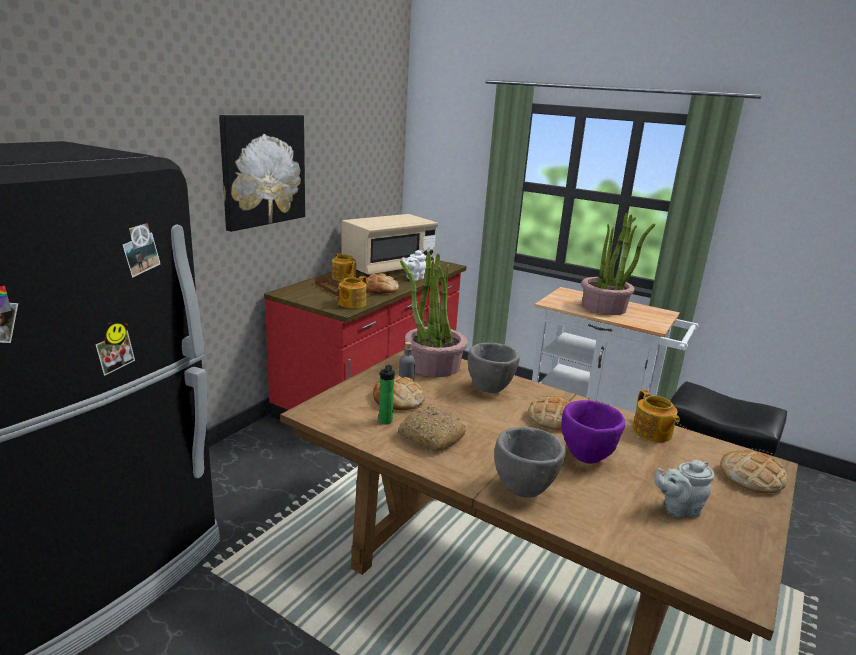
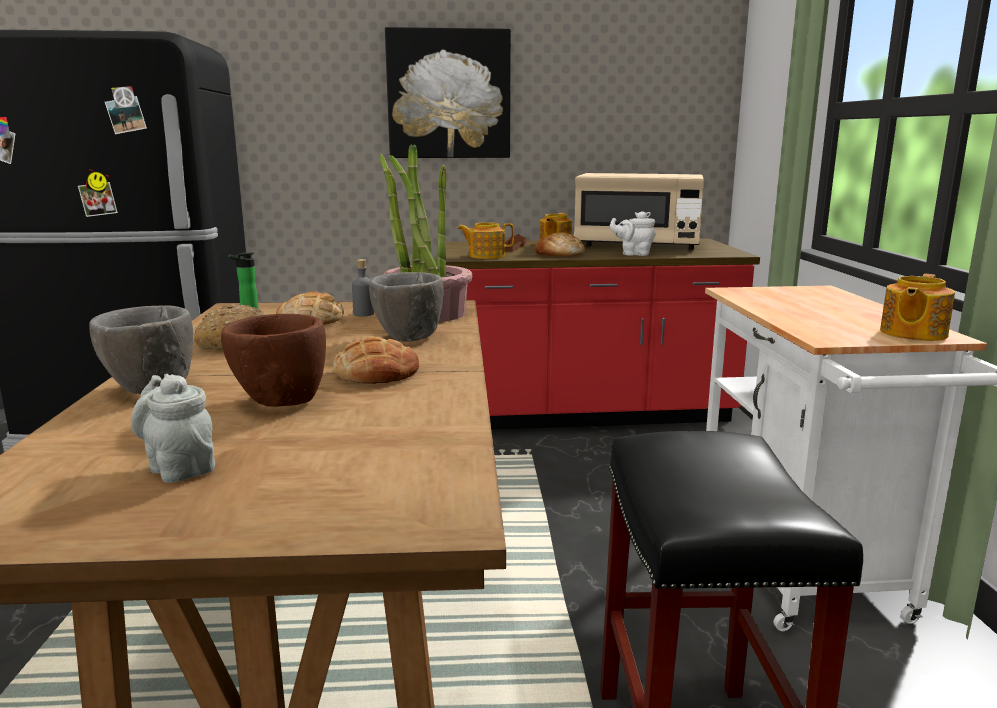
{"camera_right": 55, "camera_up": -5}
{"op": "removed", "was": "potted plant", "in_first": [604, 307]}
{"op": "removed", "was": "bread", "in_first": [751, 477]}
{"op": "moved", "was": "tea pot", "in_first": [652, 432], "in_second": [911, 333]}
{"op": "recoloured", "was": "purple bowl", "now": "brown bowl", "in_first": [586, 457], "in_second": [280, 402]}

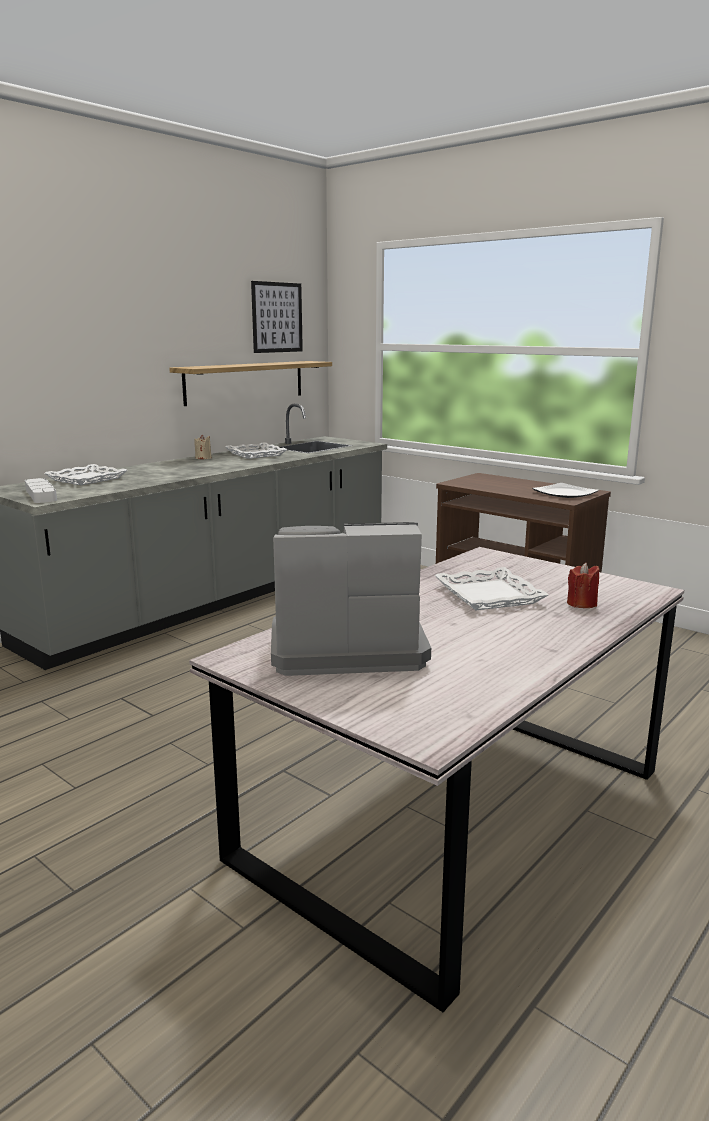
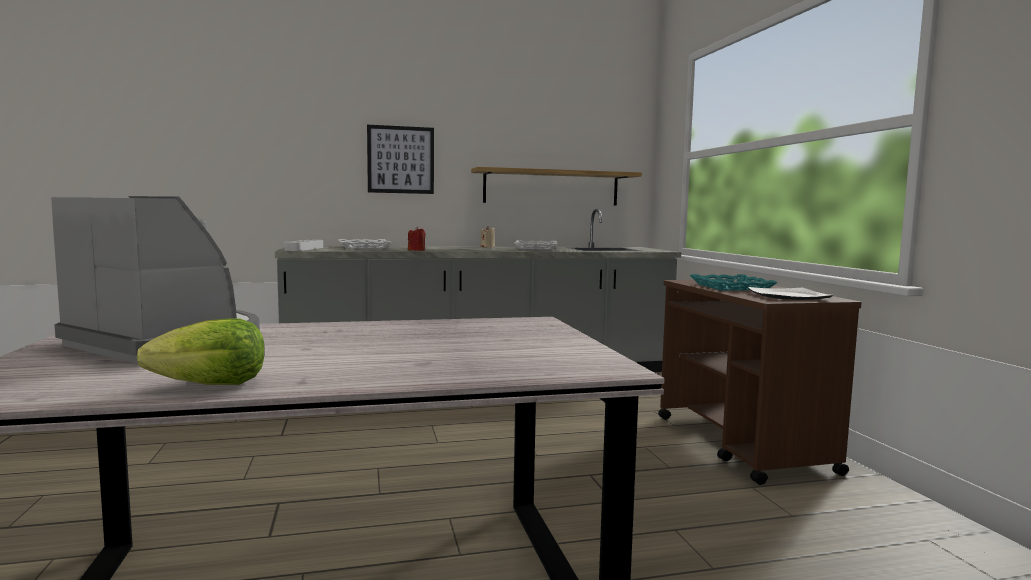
{"camera_right": 35, "camera_up": -10}
{"op": "removed", "was": "whitish carrying tray", "in_first": [489, 595]}
{"op": "added", "now": "head of lettuce", "in_second": [212, 385]}
{"op": "added", "now": "turquoise carrying tray", "in_second": [731, 287]}
{"op": "moved", "was": "picture", "in_first": [277, 317], "in_second": [400, 160]}
{"op": "moved", "was": "reddish candle", "in_first": [581, 604], "in_second": [416, 250]}

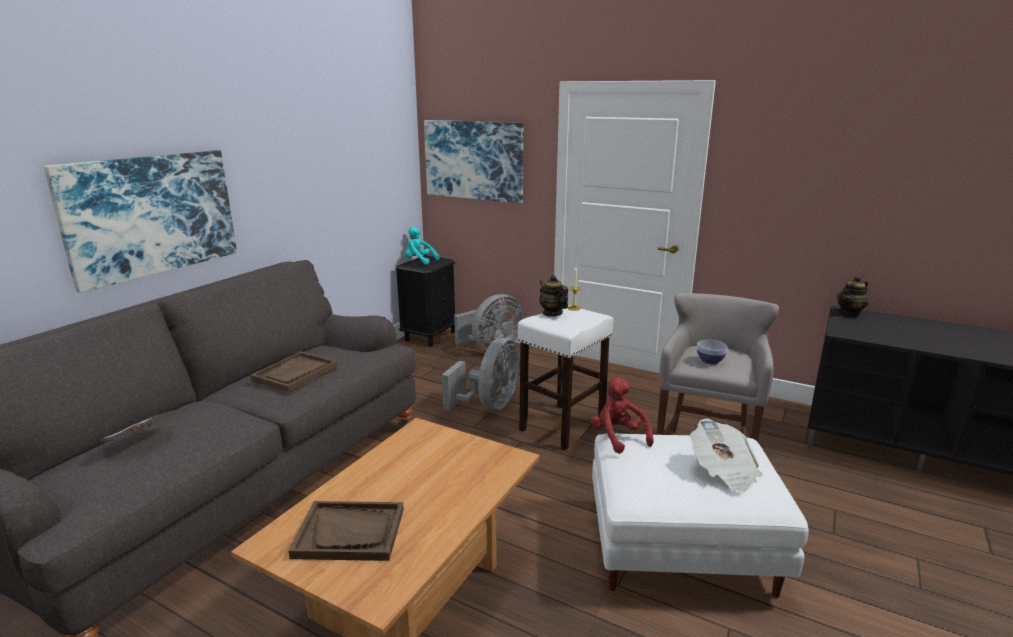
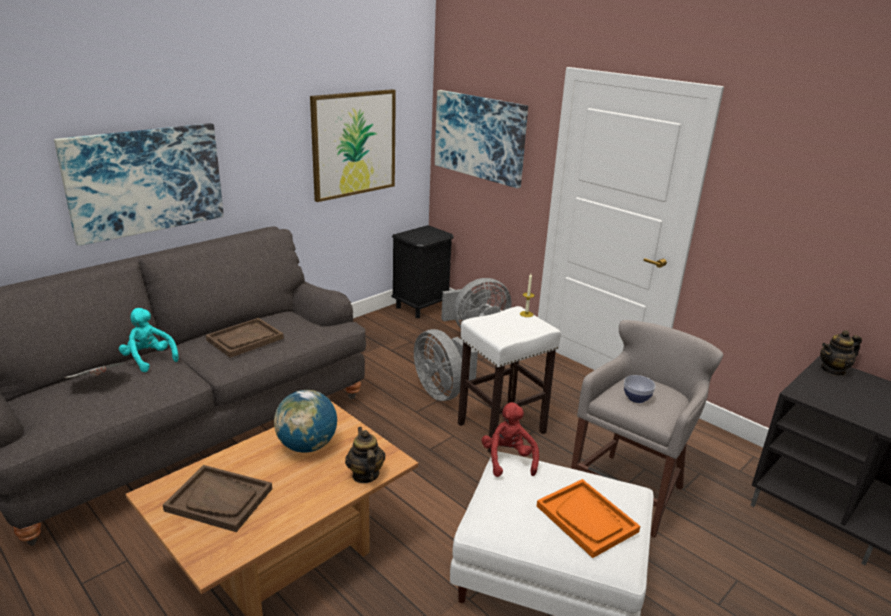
{"camera_right": 15, "camera_up": 5}
{"op": "added", "now": "globe", "in_second": [307, 446]}
{"op": "added", "now": "picture", "in_second": [354, 144]}
{"op": "moved", "was": "turquoise soft toy", "in_first": [419, 261], "in_second": [149, 359]}
{"op": "moved", "was": "tea pot", "in_first": [552, 313], "in_second": [365, 475]}
{"op": "replaced", "was": "printed paper", "now": "orangey carrying tray", "in_first": [723, 472], "in_second": [587, 519]}
{"op": "turned", "was": "grey cooling fan", "in_first": [490, 405], "in_second": [442, 392], "clockwise": 105}

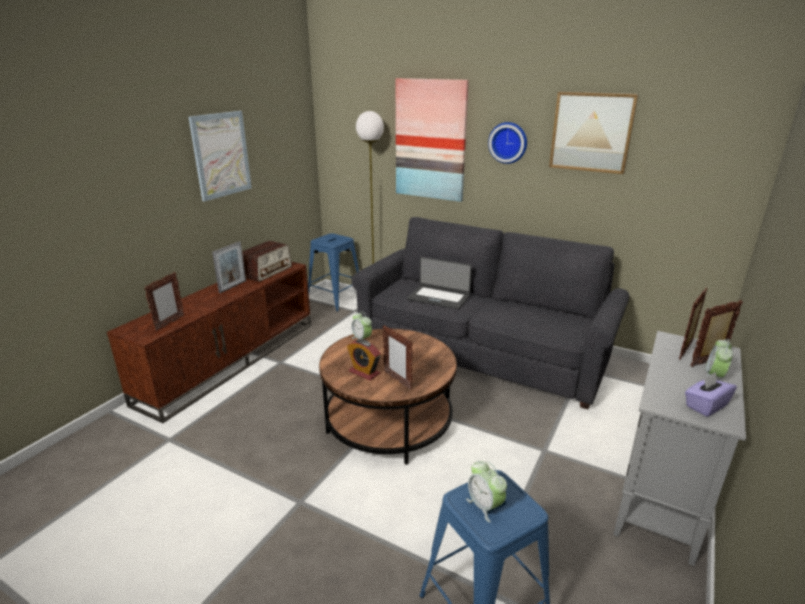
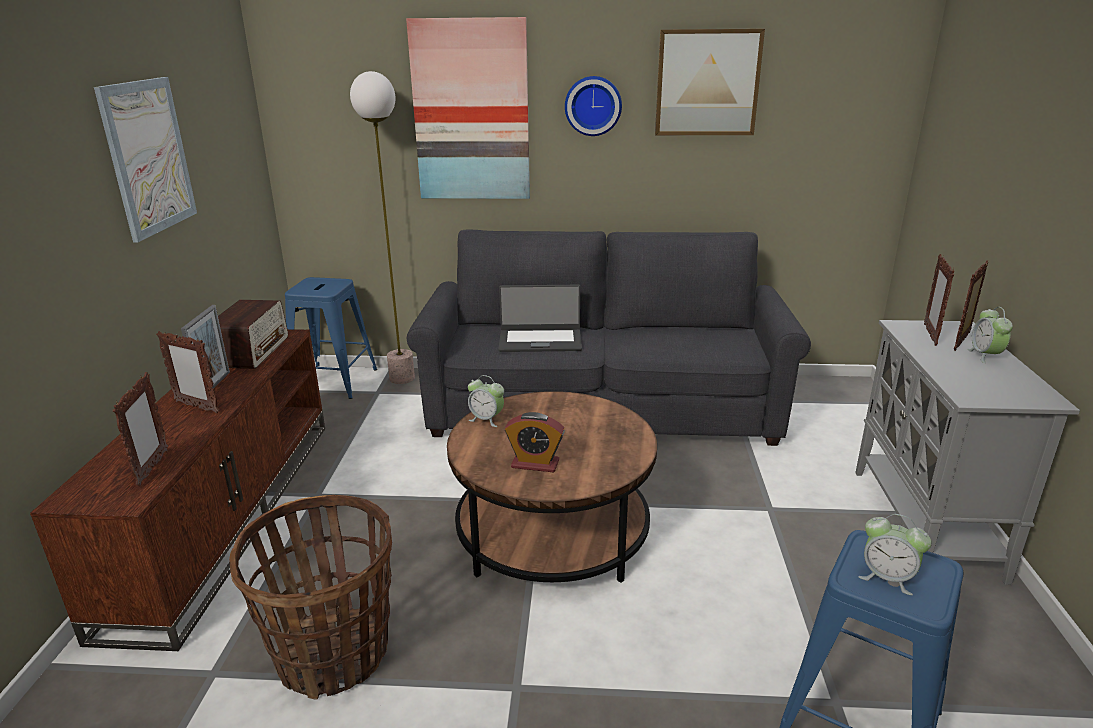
{"camera_right": -25, "camera_up": 0}
{"op": "removed", "was": "purple box of tissues", "in_first": [705, 405]}
{"op": "added", "now": "storage basket", "in_second": [333, 654]}
{"op": "moved", "was": "standing frame", "in_first": [397, 380], "in_second": [197, 407]}

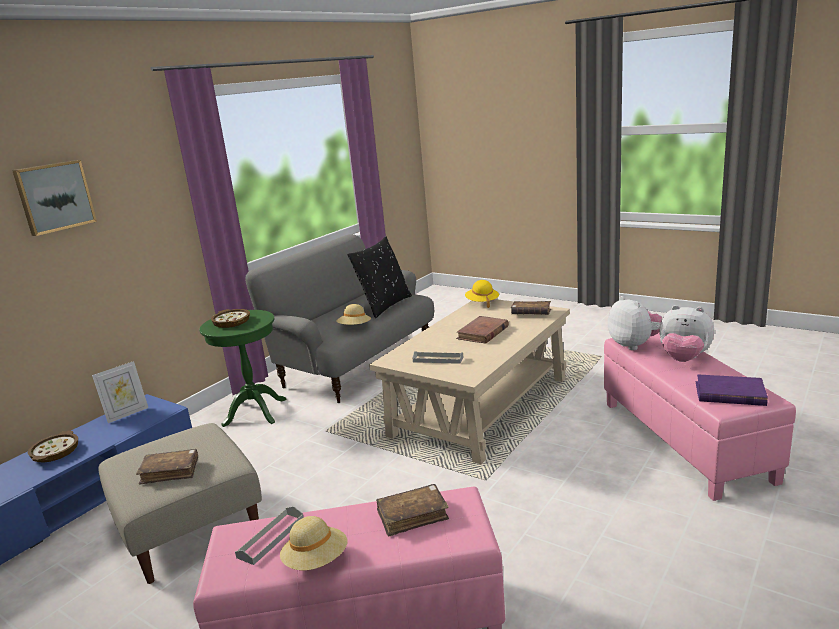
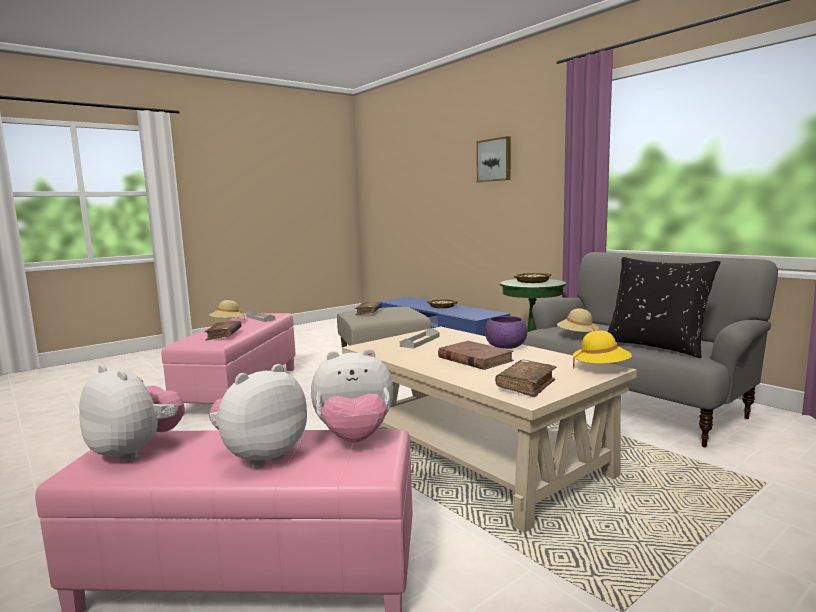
{"camera_right": 105, "camera_up": -10}
{"op": "removed", "was": "standing frame", "in_first": [127, 414]}
{"op": "added", "now": "purple bowl", "in_second": [505, 347]}
{"op": "replaced", "was": "purple bound book", "now": "soft toy", "in_first": [729, 394], "in_second": [136, 451]}

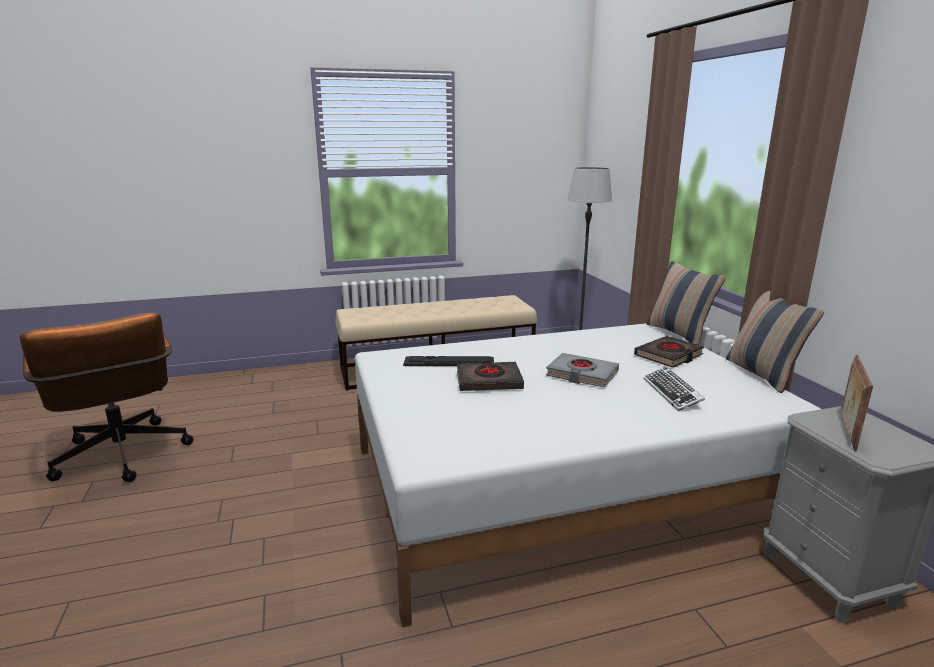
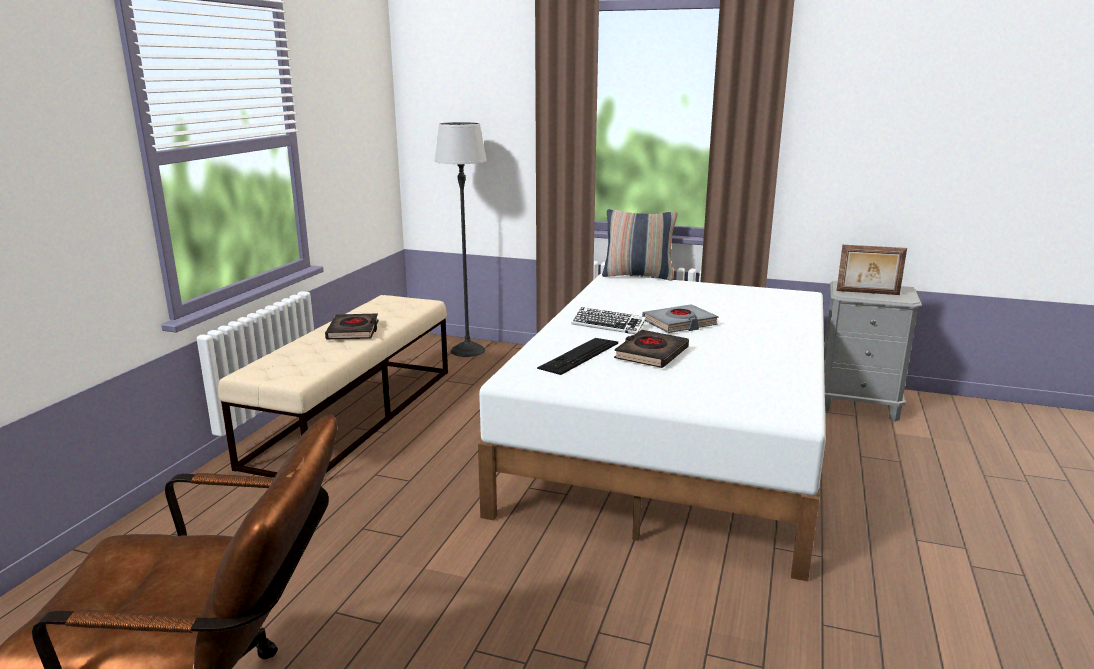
{"camera_right": -55, "camera_up": 0}
{"op": "removed", "was": "cushion", "in_first": [763, 374]}
{"op": "moved", "was": "black-coloured bound book", "in_first": [668, 356], "in_second": [353, 331]}
{"op": "moved", "was": "PC keyboard", "in_first": [672, 393], "in_second": [608, 325]}
{"op": "turned", "was": "standing frame", "in_first": [846, 431], "in_second": [867, 293], "clockwise": -45}

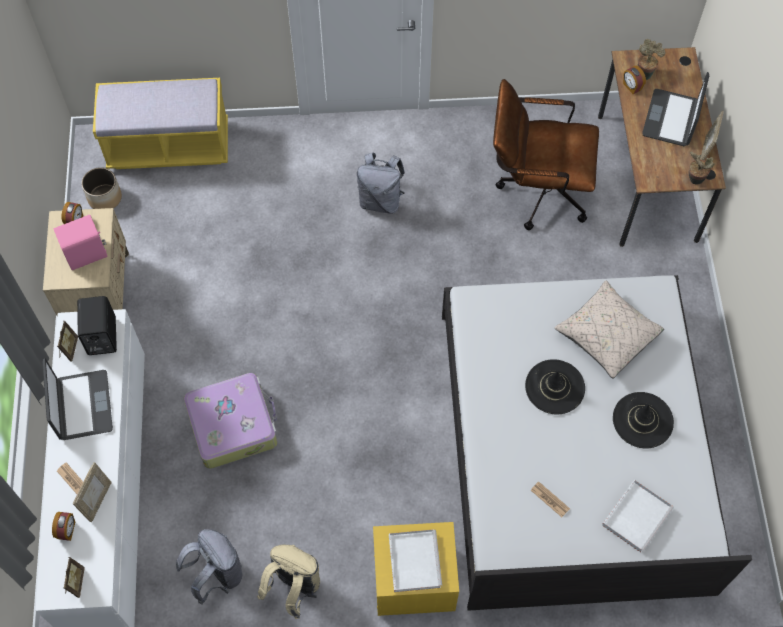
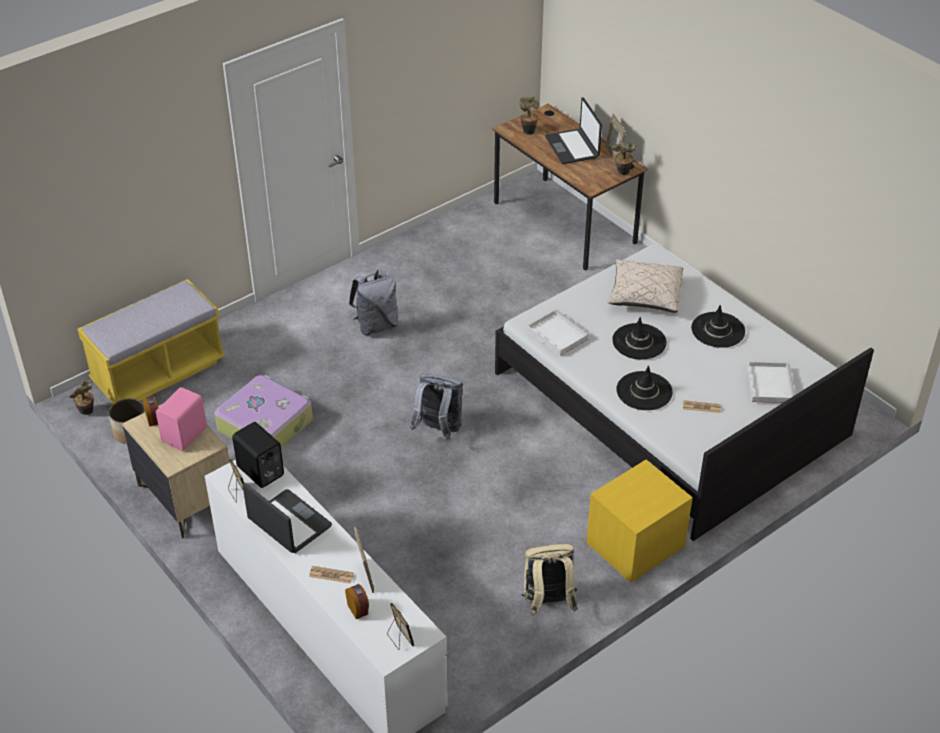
{"camera_right": -35, "camera_up": -20}
{"op": "removed", "was": "brown desk chair", "in_first": [536, 190]}
{"op": "removed", "was": "table clock", "in_first": [631, 86]}
{"op": "added", "now": "potted plant", "in_second": [87, 412]}
{"op": "added", "now": "black-coloured clothing hat", "in_second": [644, 391]}
{"op": "moved", "was": "grey rucksack", "in_first": [216, 574], "in_second": [438, 430]}
{"op": "moved", "was": "suitcase", "in_first": [233, 424], "in_second": [265, 424]}
{"op": "moved", "was": "whitish carrying tray", "in_first": [413, 560], "in_second": [556, 334]}

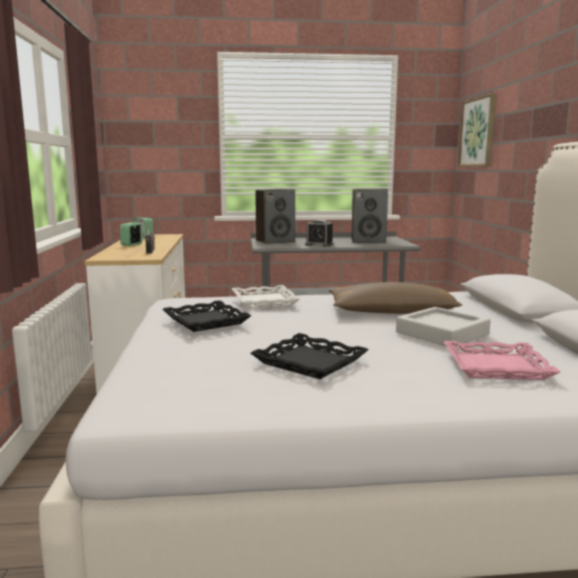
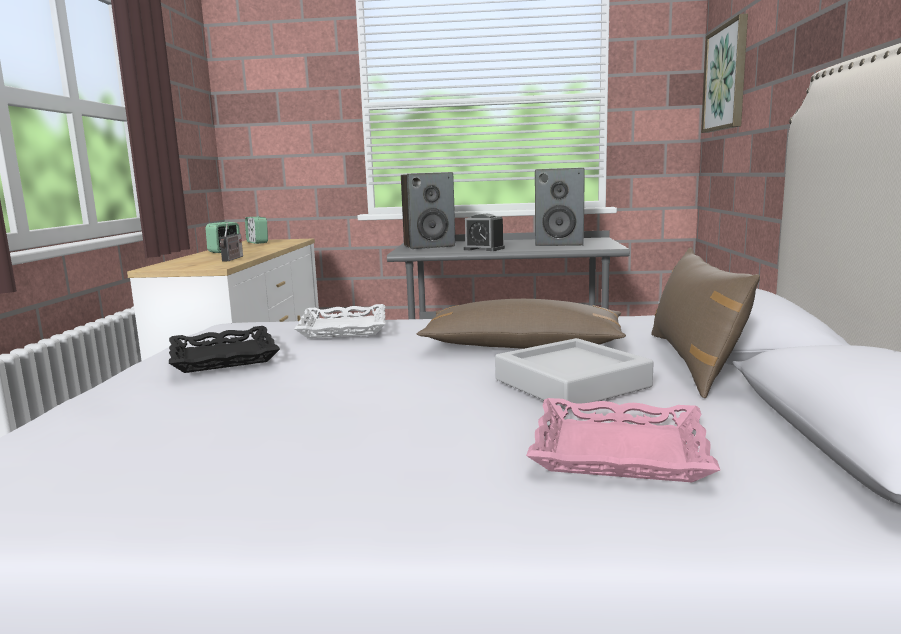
{"camera_right": 10, "camera_up": 0}
{"op": "removed", "was": "black-coloured carrying tray", "in_first": [309, 362]}
{"op": "added", "now": "brown cushion", "in_second": [693, 362]}

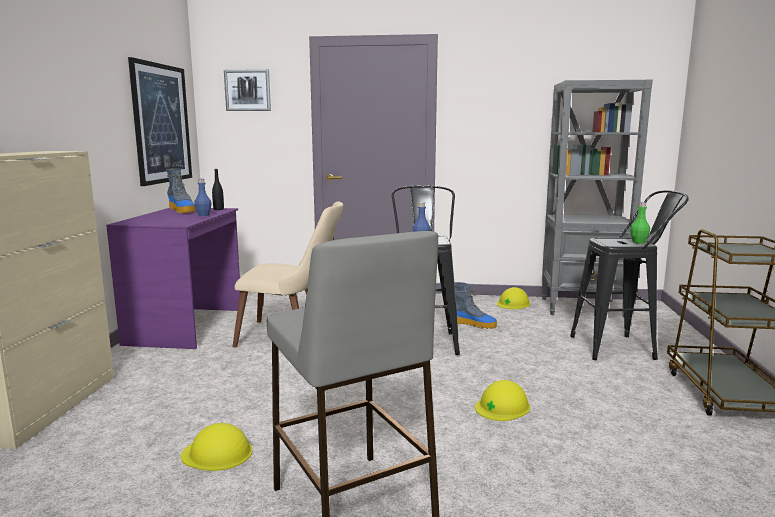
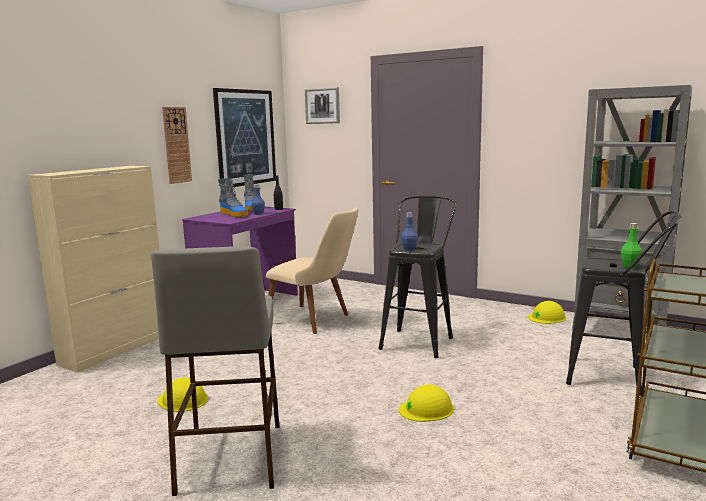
{"camera_right": 25, "camera_up": 0}
{"op": "added", "now": "hanging clock", "in_second": [176, 145]}
{"op": "moved", "was": "boot", "in_first": [472, 324], "in_second": [234, 215]}

